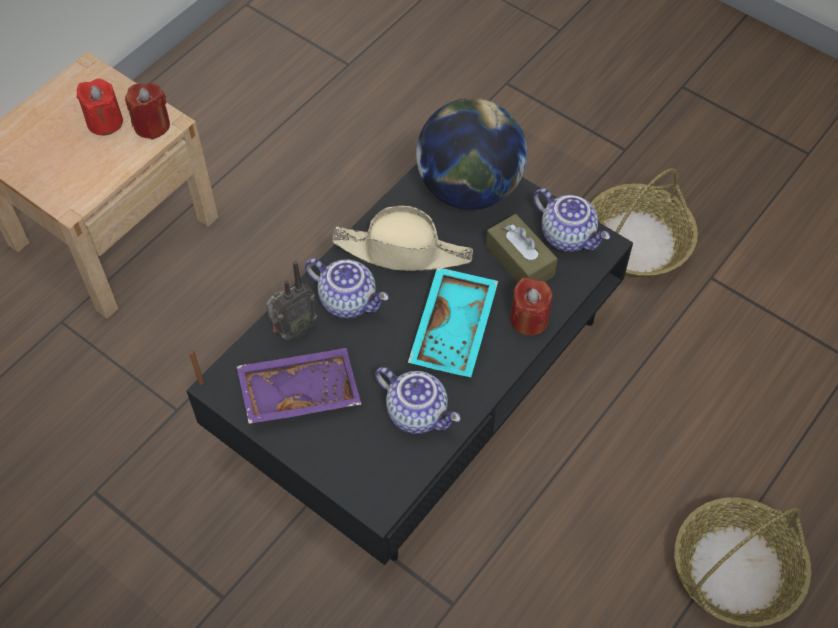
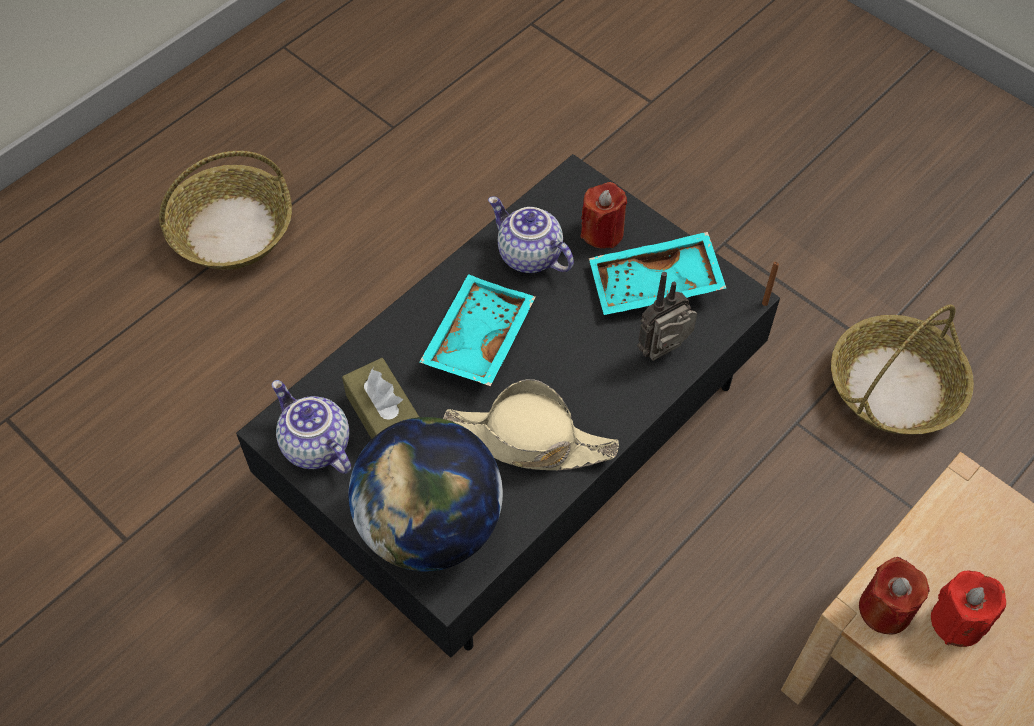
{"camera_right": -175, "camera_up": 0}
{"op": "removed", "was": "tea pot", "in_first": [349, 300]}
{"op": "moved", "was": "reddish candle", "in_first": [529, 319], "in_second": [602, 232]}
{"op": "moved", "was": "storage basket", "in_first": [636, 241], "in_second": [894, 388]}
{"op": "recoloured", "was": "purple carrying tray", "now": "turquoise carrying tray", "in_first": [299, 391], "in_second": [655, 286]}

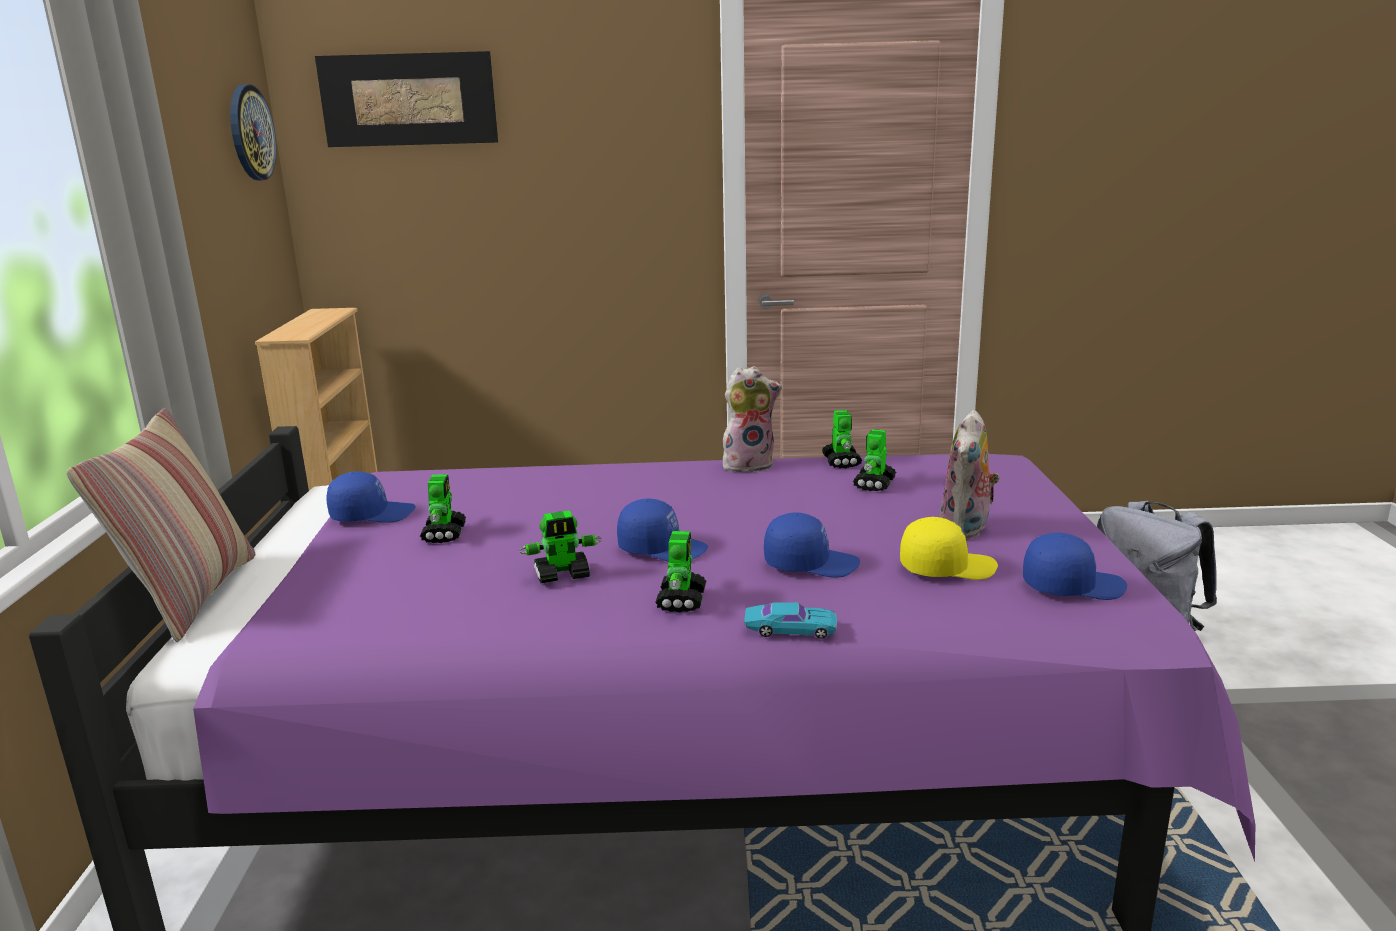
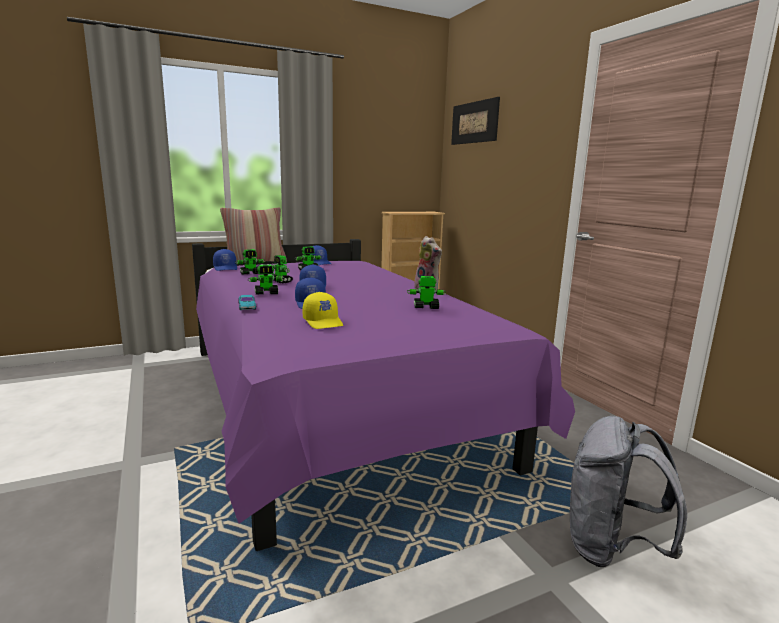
{"camera_right": 65, "camera_up": -5}
{"op": "removed", "was": "hanging clock", "in_first": [250, 133]}
{"op": "removed", "was": "soft toy", "in_first": [966, 530]}
{"op": "moved", "was": "robot figure", "in_first": [841, 461], "in_second": [251, 273]}
{"op": "moved", "was": "blue-coloured baseball cap", "in_first": [1072, 585], "in_second": [226, 268]}

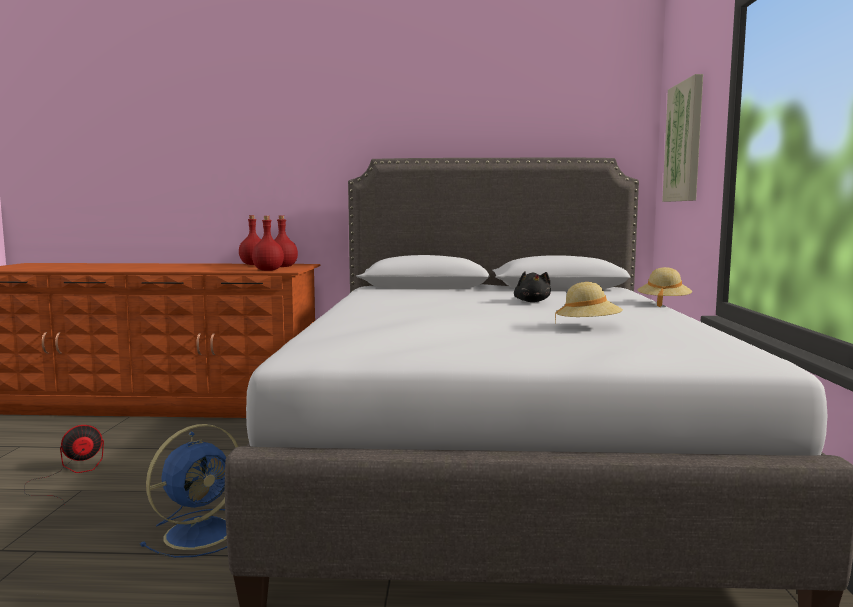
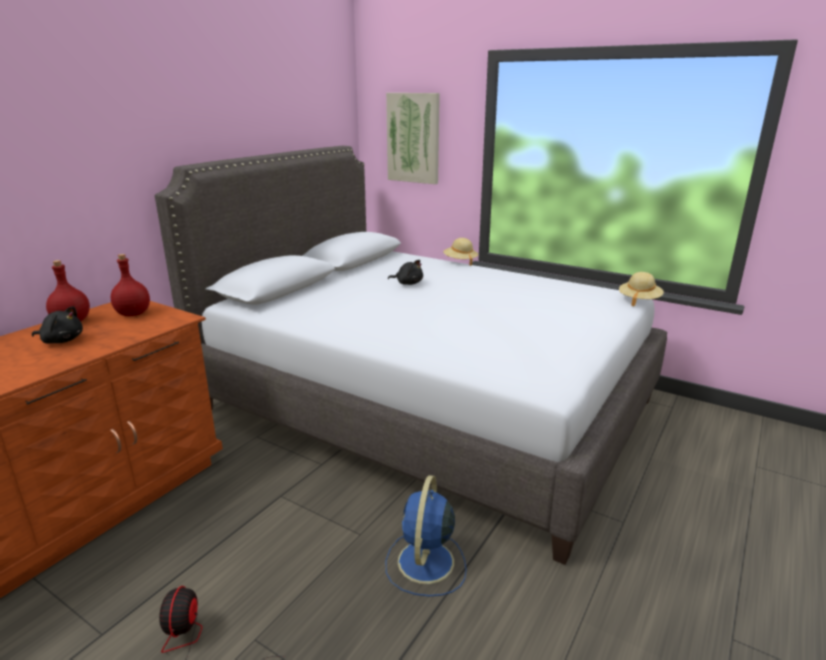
{"camera_right": -60, "camera_up": 15}
{"op": "removed", "was": "reddish drink bottle", "in_first": [268, 270]}
{"op": "added", "now": "black-coloured soft toy", "in_second": [62, 340]}
{"op": "moved", "was": "beige-coloured clothing hat", "in_first": [588, 327], "in_second": [639, 300]}
{"op": "turned", "was": "blue-coloured cooling fan", "in_first": [202, 532], "in_second": [425, 563], "clockwise": -150}

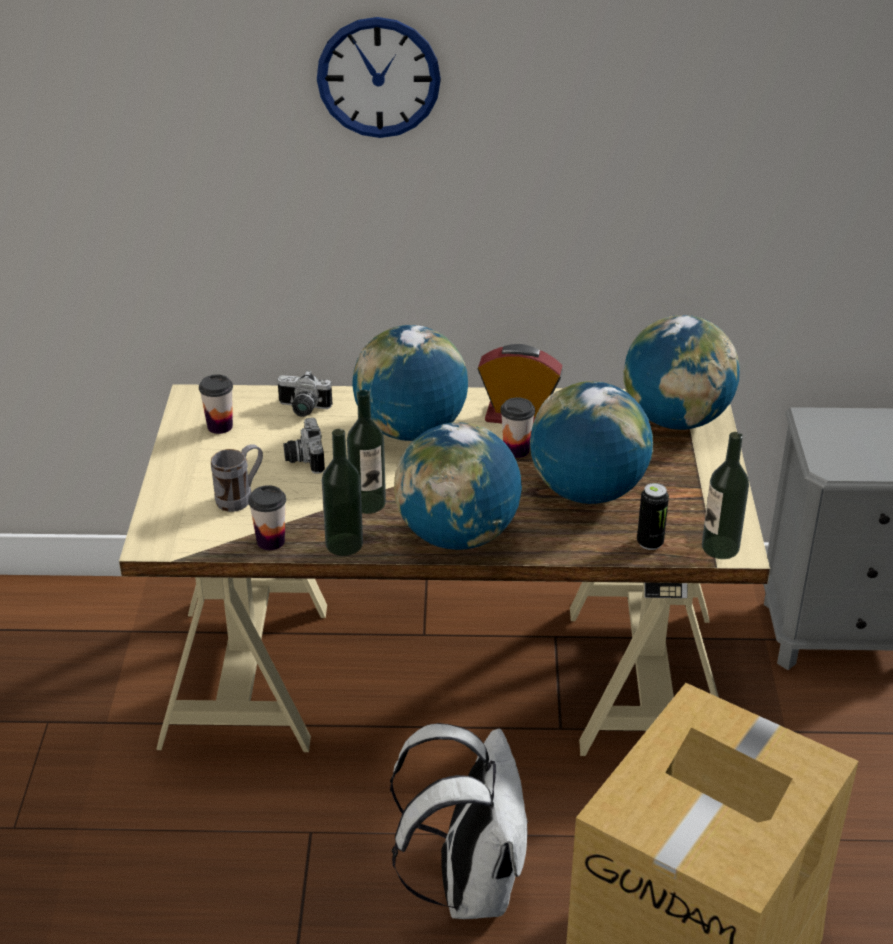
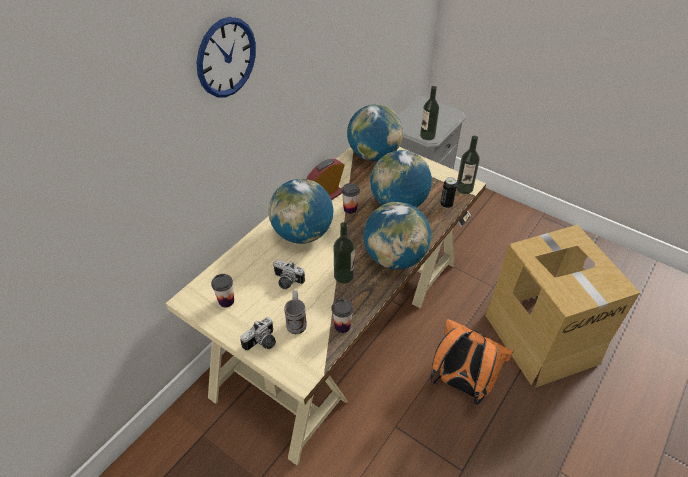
{"camera_right": -55, "camera_up": 10}
{"op": "moved", "was": "photo camera", "in_first": [302, 409], "in_second": [262, 343]}
{"op": "moved", "was": "drink bottle", "in_first": [344, 544], "in_second": [427, 136]}
{"op": "recoloured", "was": "whitish rucksack", "now": "orangey rucksack", "in_first": [468, 884], "in_second": [461, 384]}

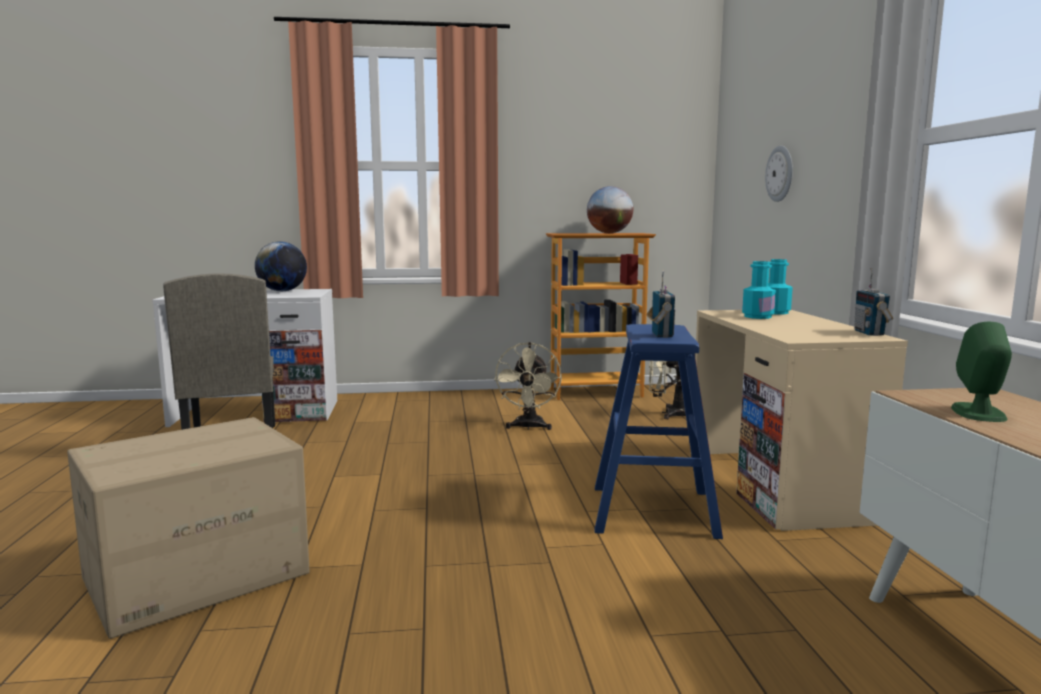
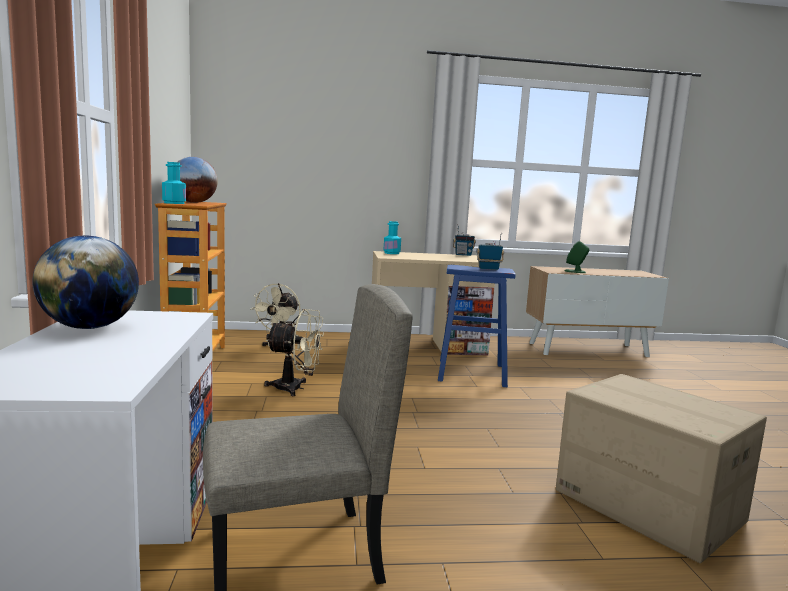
{"camera_right": -90, "camera_up": 0}
{"op": "removed", "was": "hanging clock", "in_first": [780, 173]}
{"op": "moved", "was": "turquoise drink bottle", "in_first": [757, 317], "in_second": [174, 203]}

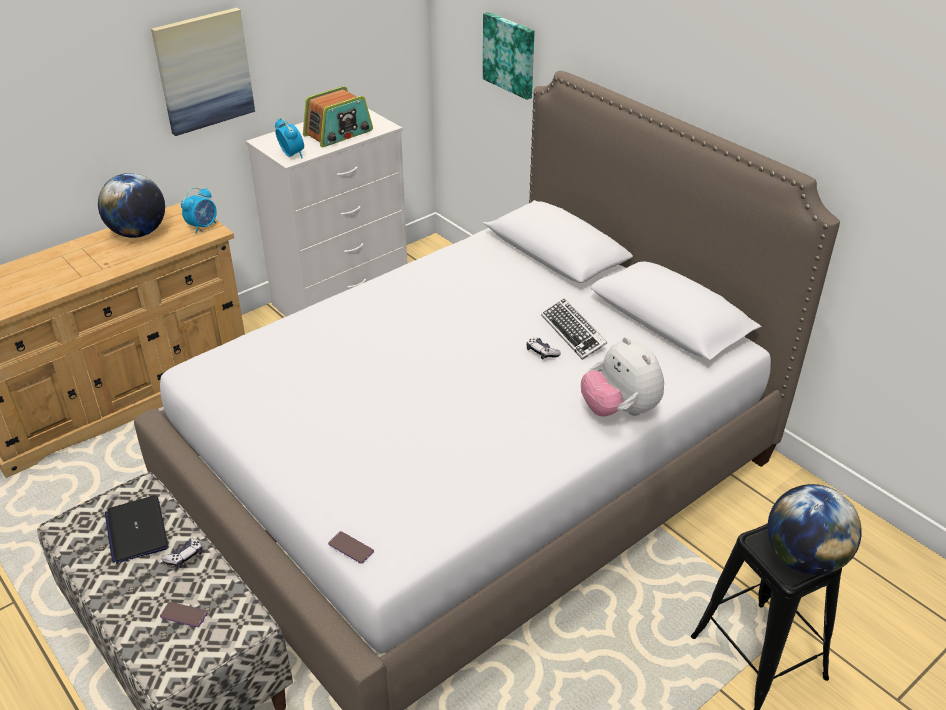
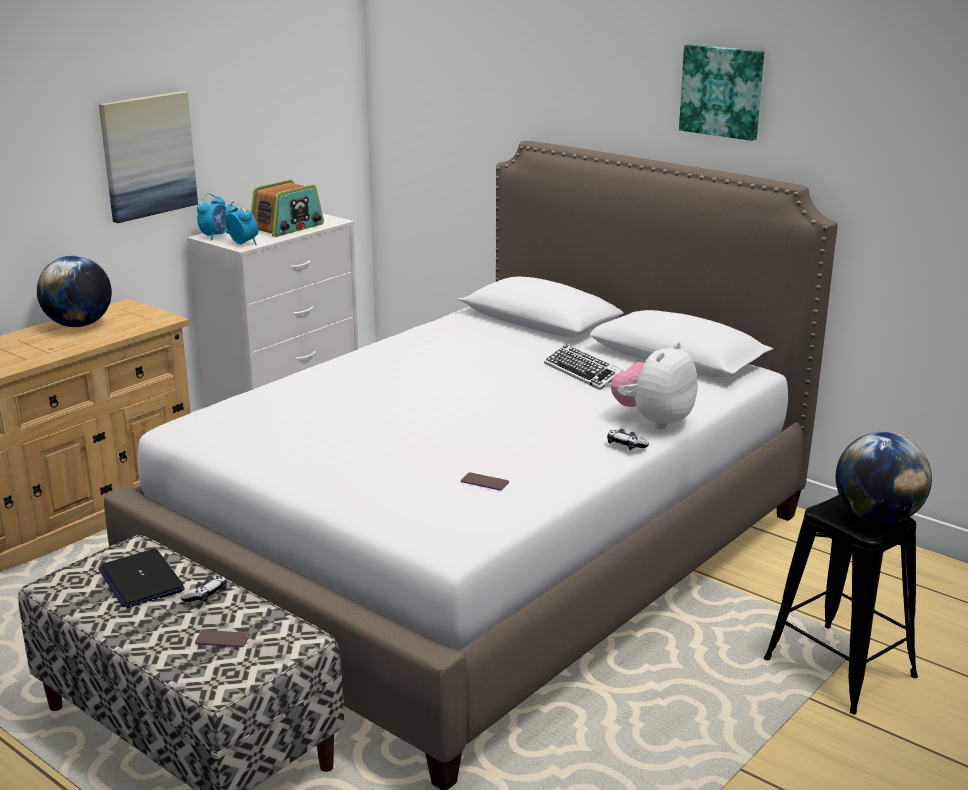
{"camera_right": -10, "camera_up": -15}
{"op": "moved", "was": "table clock", "in_first": [203, 226], "in_second": [216, 236]}
{"op": "moved", "was": "handset", "in_first": [351, 548], "in_second": [484, 482]}
{"op": "moved", "was": "picture", "in_first": [510, 54], "in_second": [722, 91]}
{"op": "moved", "was": "gamepad", "in_first": [542, 352], "in_second": [626, 446]}
{"op": "turned", "was": "soft toy", "in_first": [619, 410], "in_second": [654, 421], "clockwise": 75}

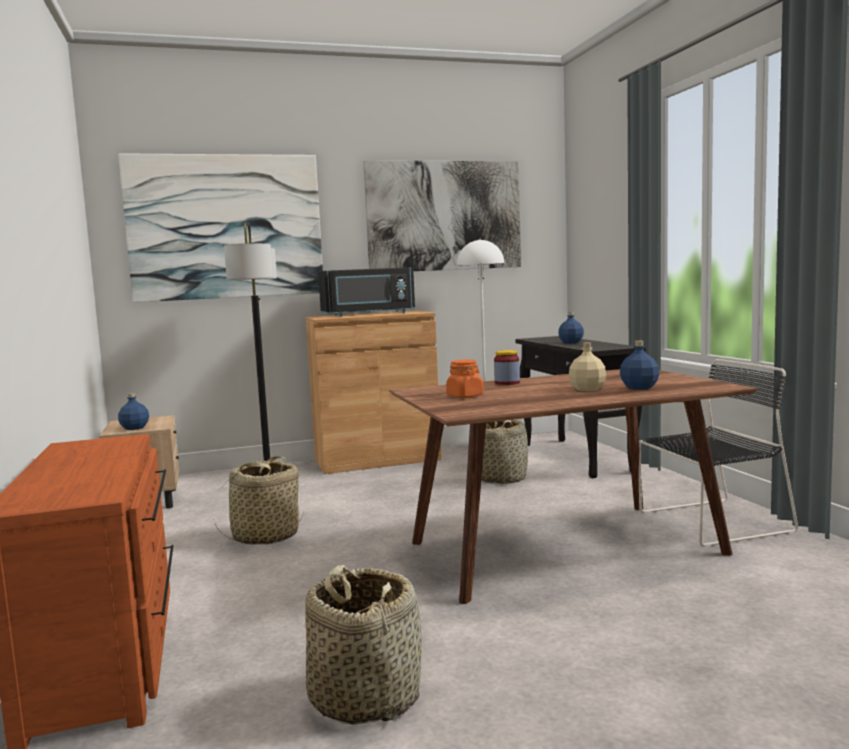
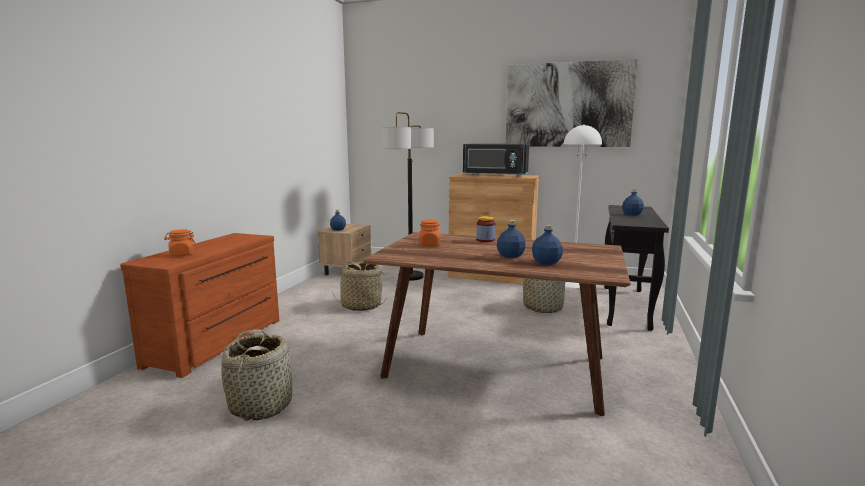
{"camera_right": 35, "camera_up": 5}
{"op": "removed", "was": "picture", "in_first": [226, 227]}
{"op": "removed", "was": "black-coloured plain chair", "in_first": [710, 522]}
{"op": "added", "now": "orangey storage jar", "in_second": [181, 254]}
{"op": "recoloured", "was": "beige-coloured drink bottle", "now": "blue-coloured drink bottle", "in_first": [587, 389], "in_second": [510, 256]}

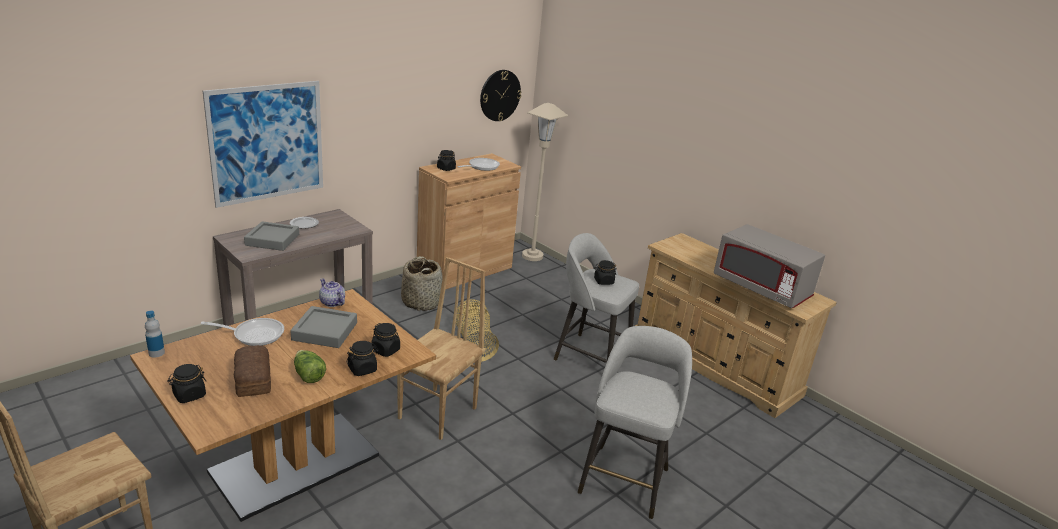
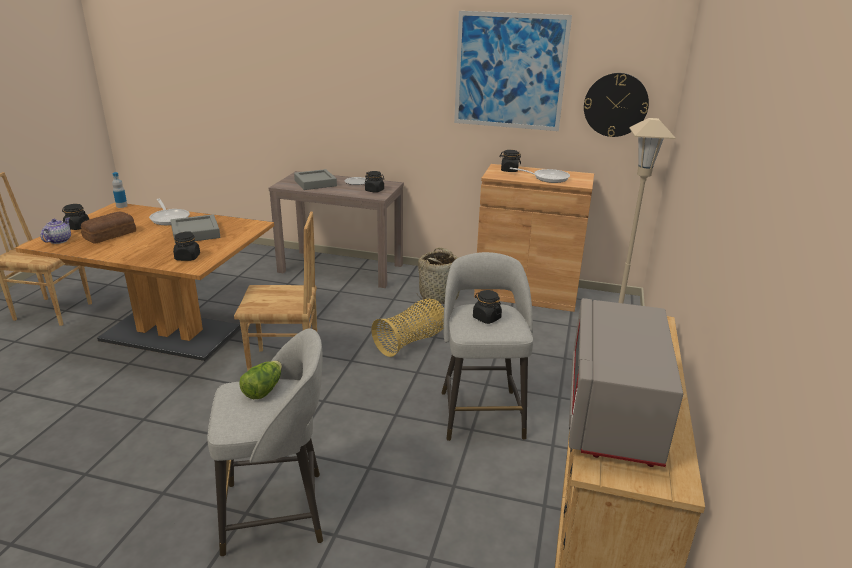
{"camera_right": 60, "camera_up": 0}
{"op": "moved", "was": "picture", "in_first": [267, 142], "in_second": [510, 71]}
{"op": "moved", "was": "head of lettuce", "in_first": [308, 375], "in_second": [263, 389]}
{"op": "moved", "was": "tea pot", "in_first": [332, 303], "in_second": [58, 241]}
{"op": "moved", "was": "black-coloured storage jar", "in_first": [362, 369], "in_second": [374, 190]}

